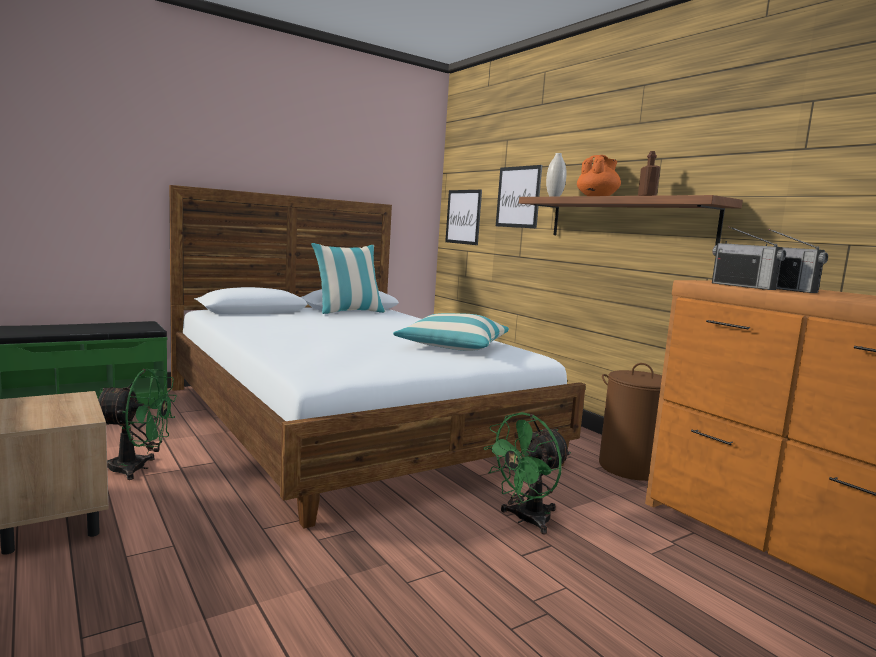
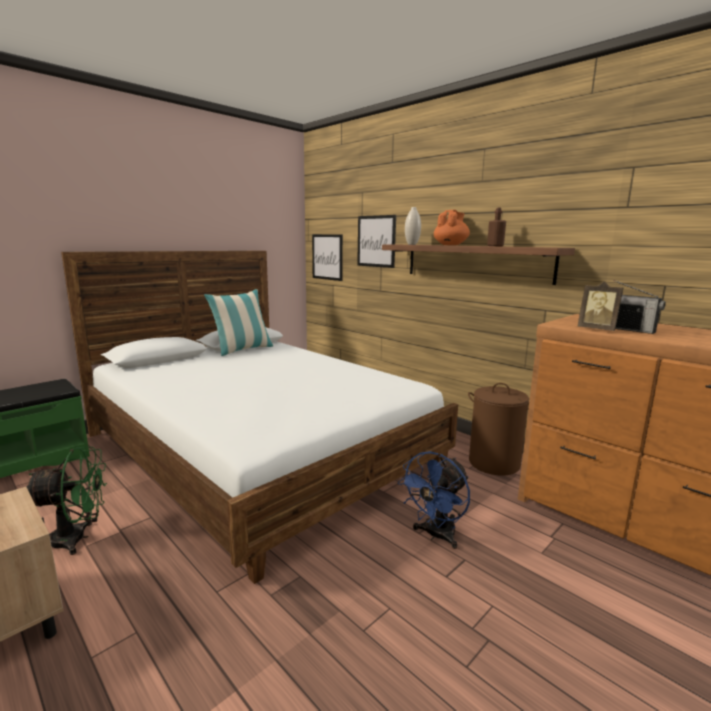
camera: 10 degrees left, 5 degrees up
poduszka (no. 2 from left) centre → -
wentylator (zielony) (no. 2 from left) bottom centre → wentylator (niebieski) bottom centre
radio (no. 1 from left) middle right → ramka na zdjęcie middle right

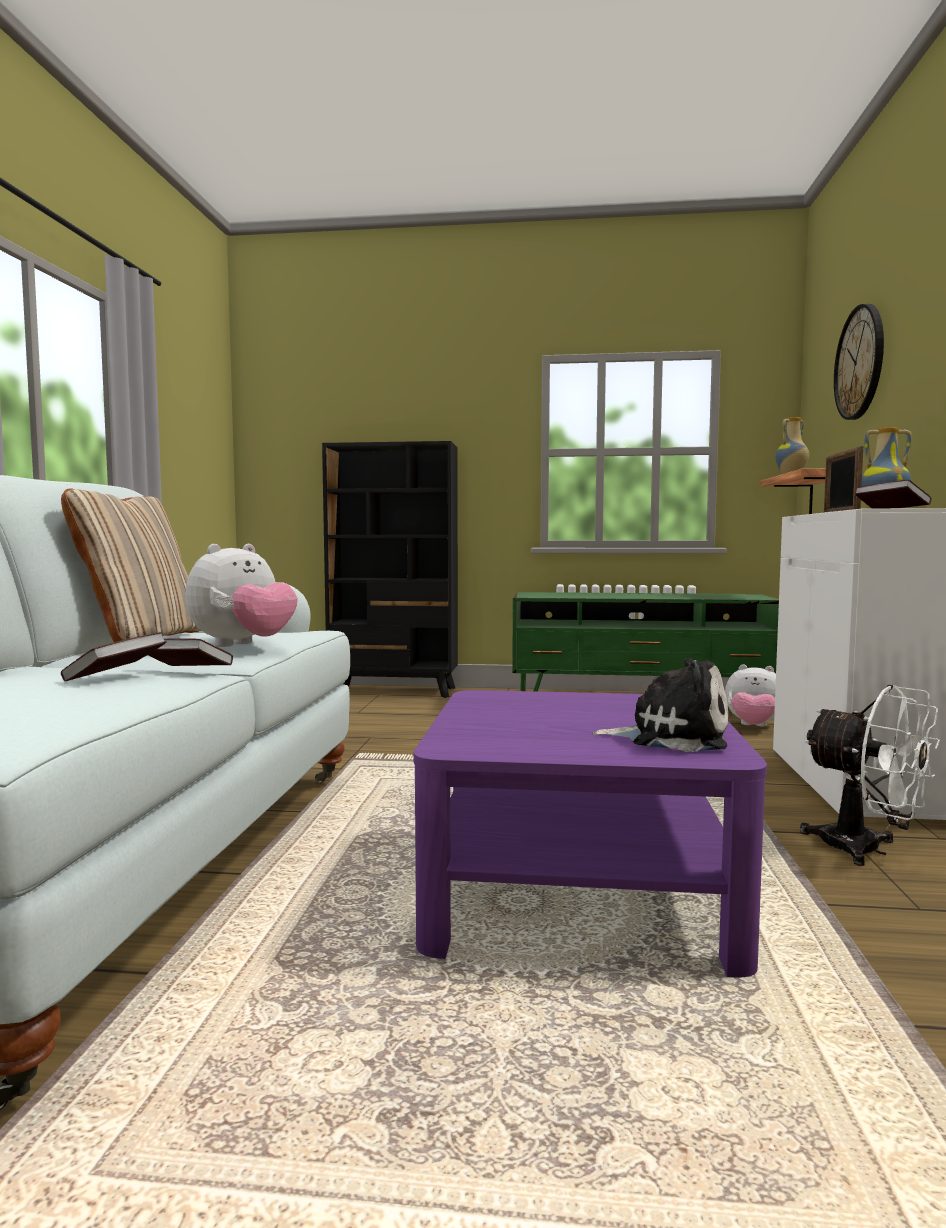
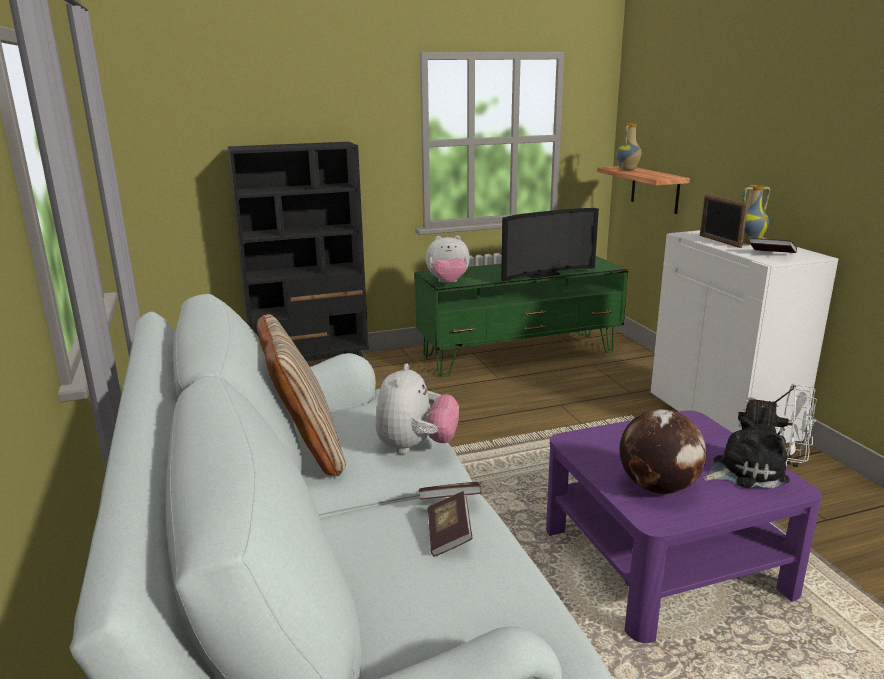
camera: 25 degrees left, 15 degrees up
pluszak (no. 3 from left in the first image) middle right → pluszak (no. 2 from left) centre, relocated
zegar ścienny top right → -
- → telewizor centre
- → globus middle right

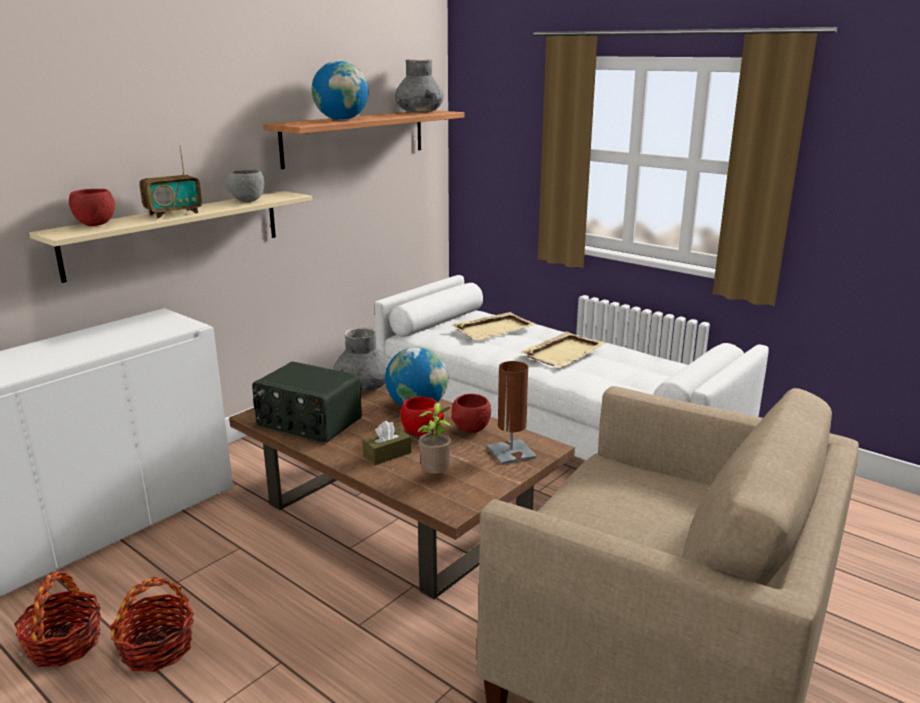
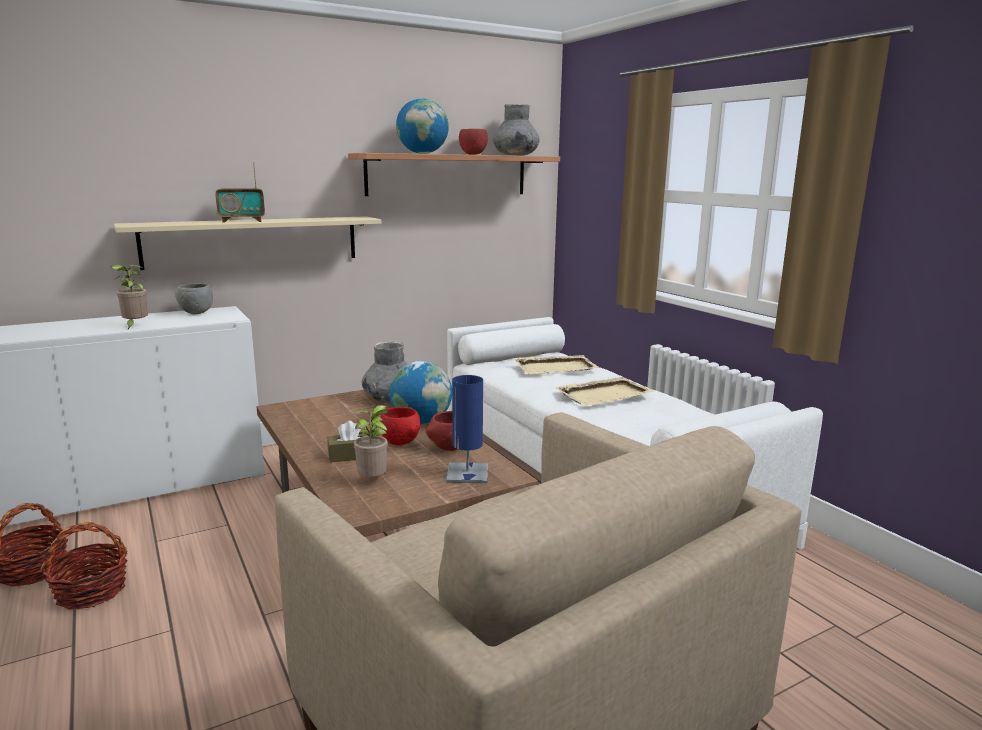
camera: 20 degrees right, 5 degrees down
miska (czerwony) (no. 1 from left in the first image) top left → miska (czerwony) (no. 3 from left) top centre, relocated
miska (szary) top left → miska (szary) middle left, relocated
radio (no. 2 from left) centre → -
lampa stołowa (brązowy) centre → lampa stołowa (niebieski) centre
- → roślina doniczkowa (no. 1 from left) middle left

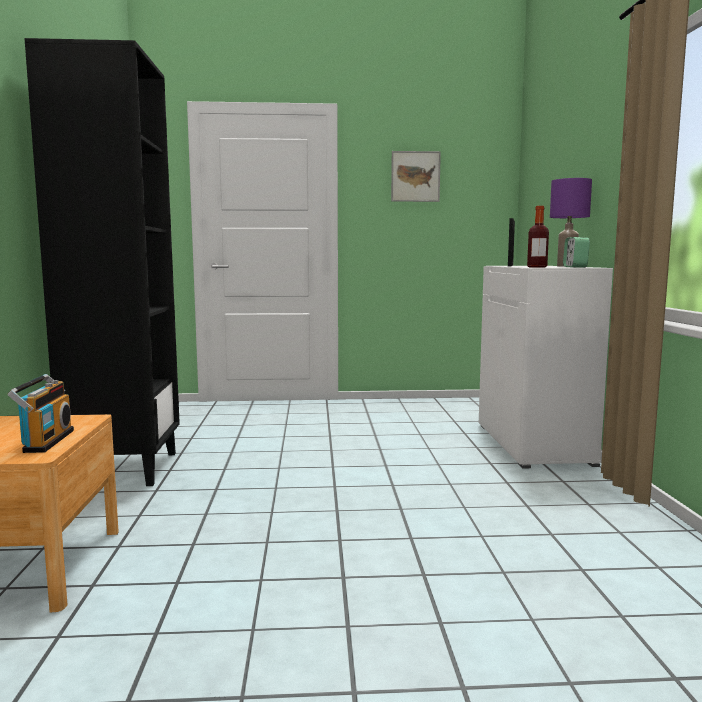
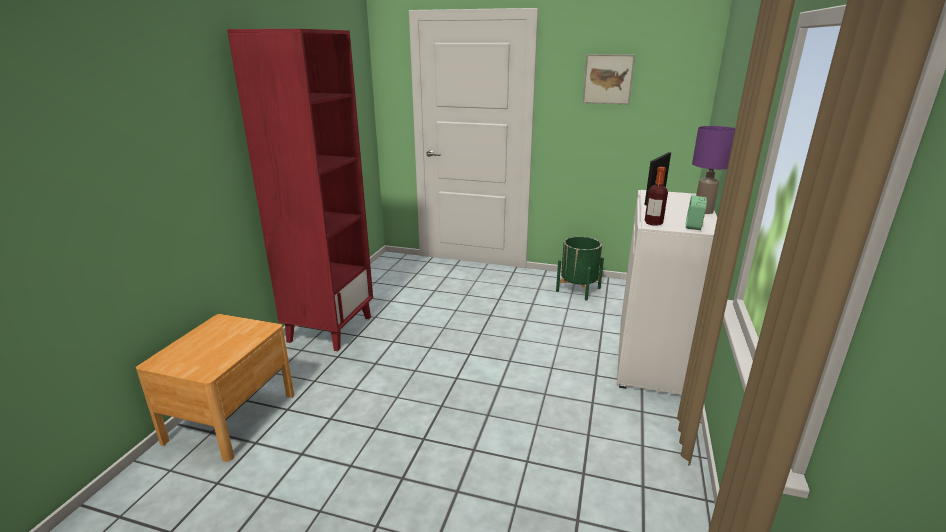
camera: 20 degrees right, 15 degrees up
radio middle left → -
regał (czarny) middle left → regał (czerwony) middle left
- → donica (zielony) centre

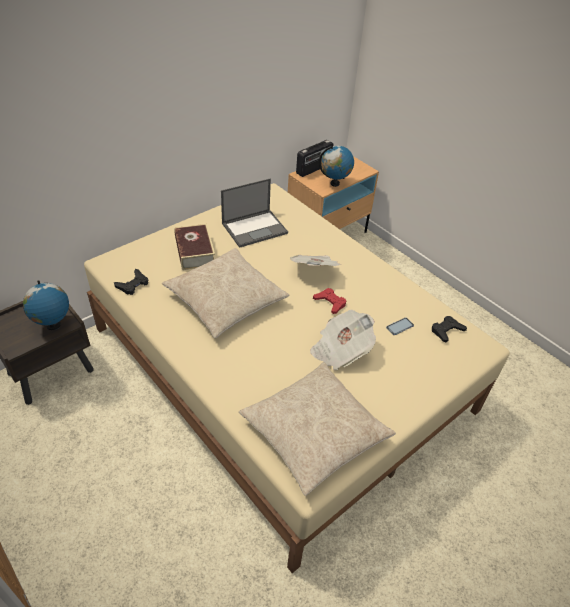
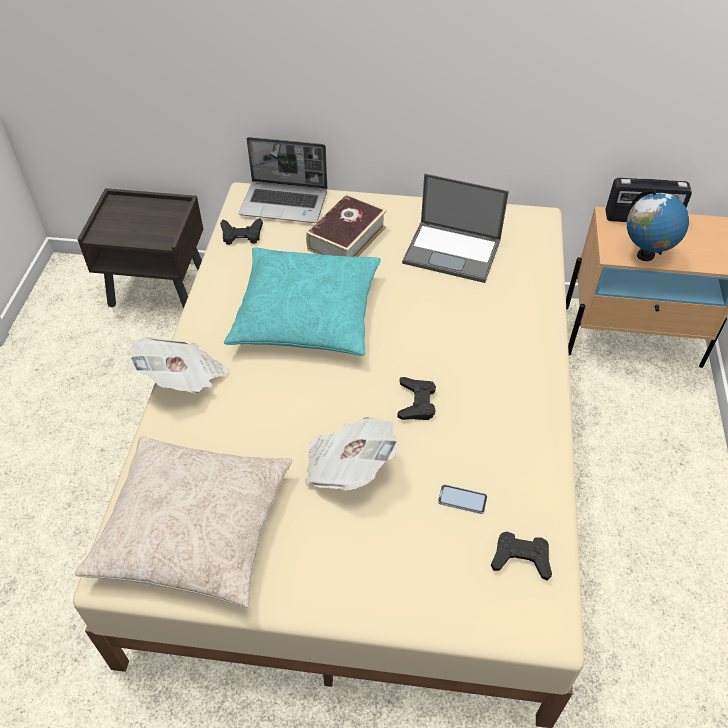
camera: 50 degrees right, 5 degrees up
globus (no. 1 from left) middle left → -
poduszka (beżowy) (no. 1 from left) centre → poduszka (turkusowy) centre
gazeta (no. 1 from left) centre → gazeta (no. 1 from left) middle left, relocated
pad do gier (czerwony) centre → pad do gier (czarny) (no. 2 from left) centre
- → laptop (no. 1 from left) top centre

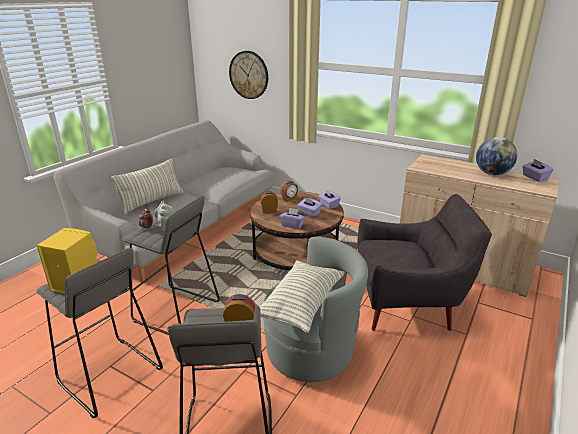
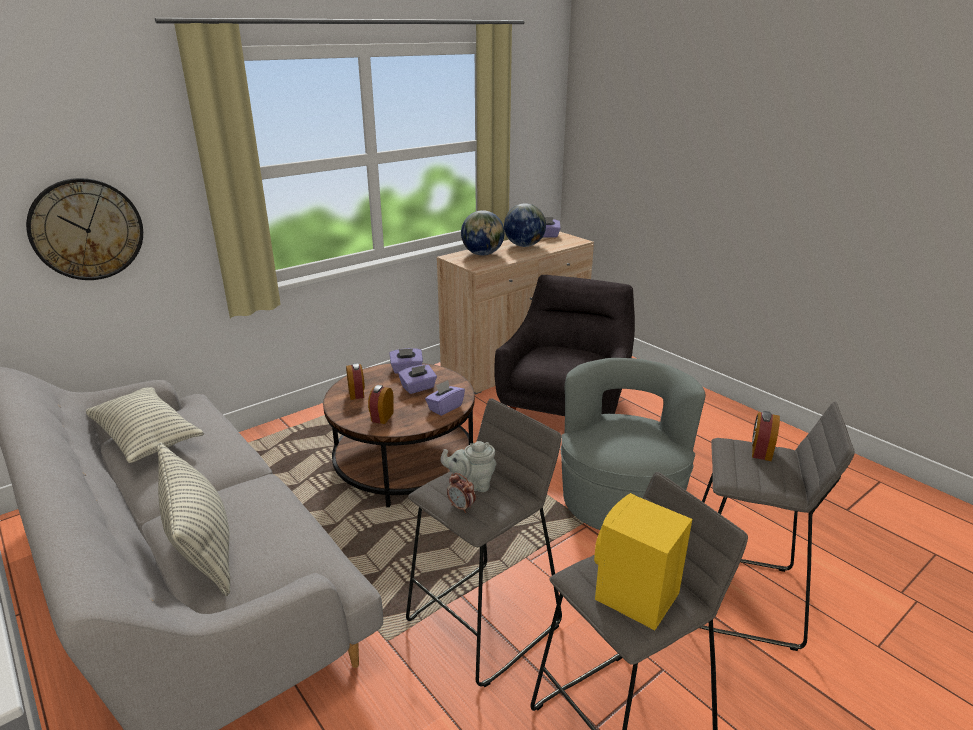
camera: 70 degrees left, 0 degrees up
poduszka (no. 2 from left in the first image) bottom centre → poduszka (no. 1 from left) middle left, relocated
- → globus (no. 1 from left) top centre

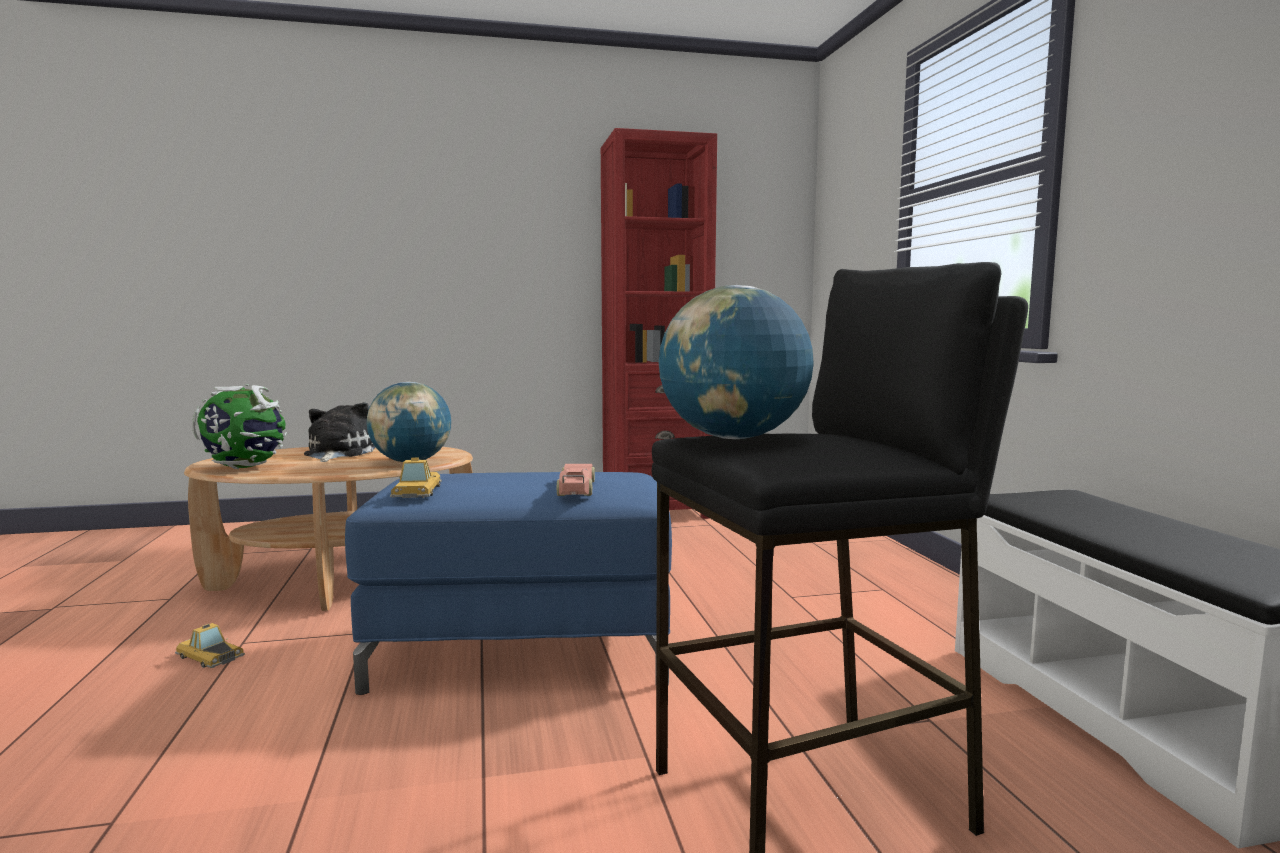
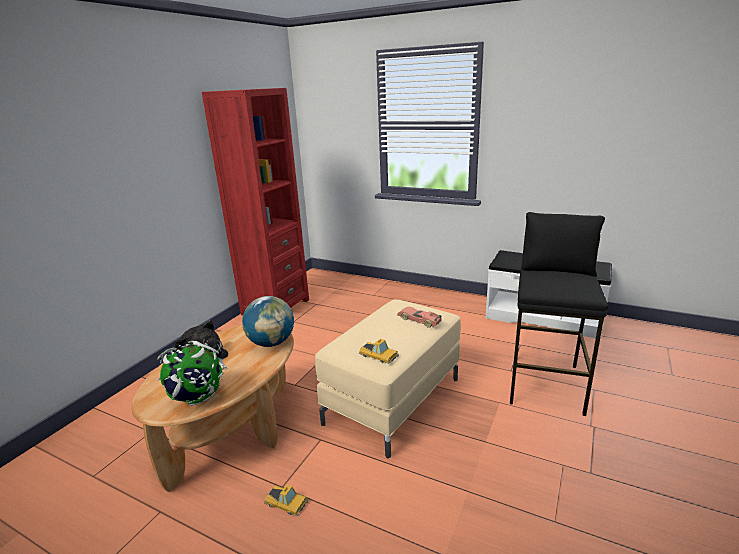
camera: 50 degrees left, 15 degrees up
samochodzik (no. 1 from left) bottom left → samochodzik (no. 1 from left) bottom centre, 135 degrees counterclockwise
pufa (niebieski) bottom centre → pufa (beżowy) bottom centre
globus (no. 3 from left) centre → -

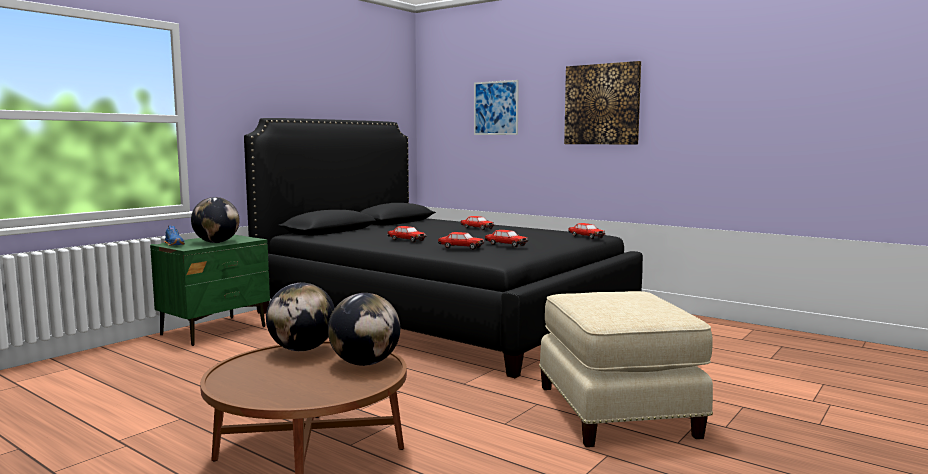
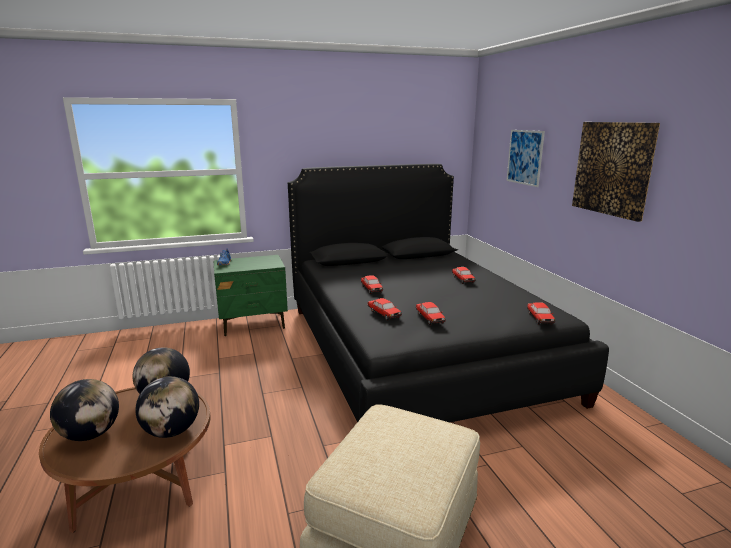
camera: 35 degrees right, 10 degrees up
globus (no. 1 from left) middle left → globus (no. 1 from left) bottom left, relocated

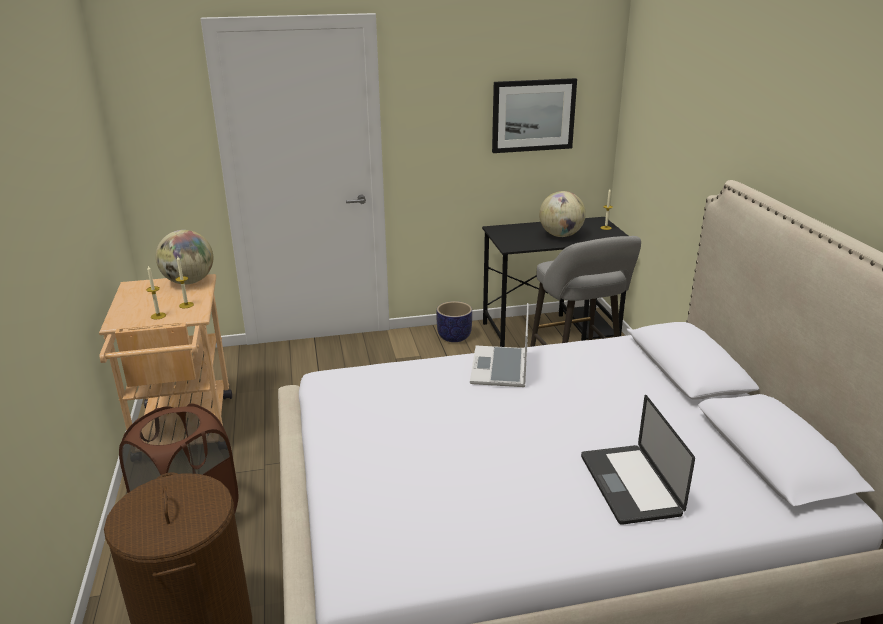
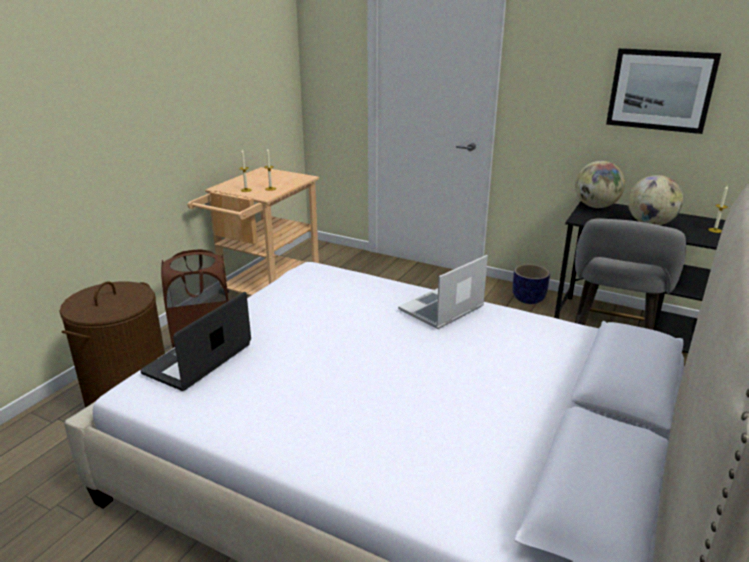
camera: 40 degrees right, 0 degrees up
globus (no. 1 from left) middle left → globus (no. 1 from left) top right, relocated
laptop (no. 2 from left in the first image) bottom right → laptop (no. 1 from left) middle left, relocated

